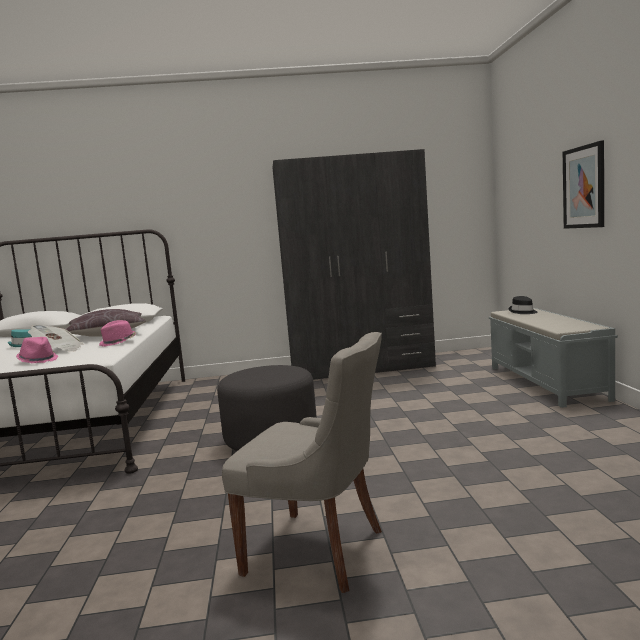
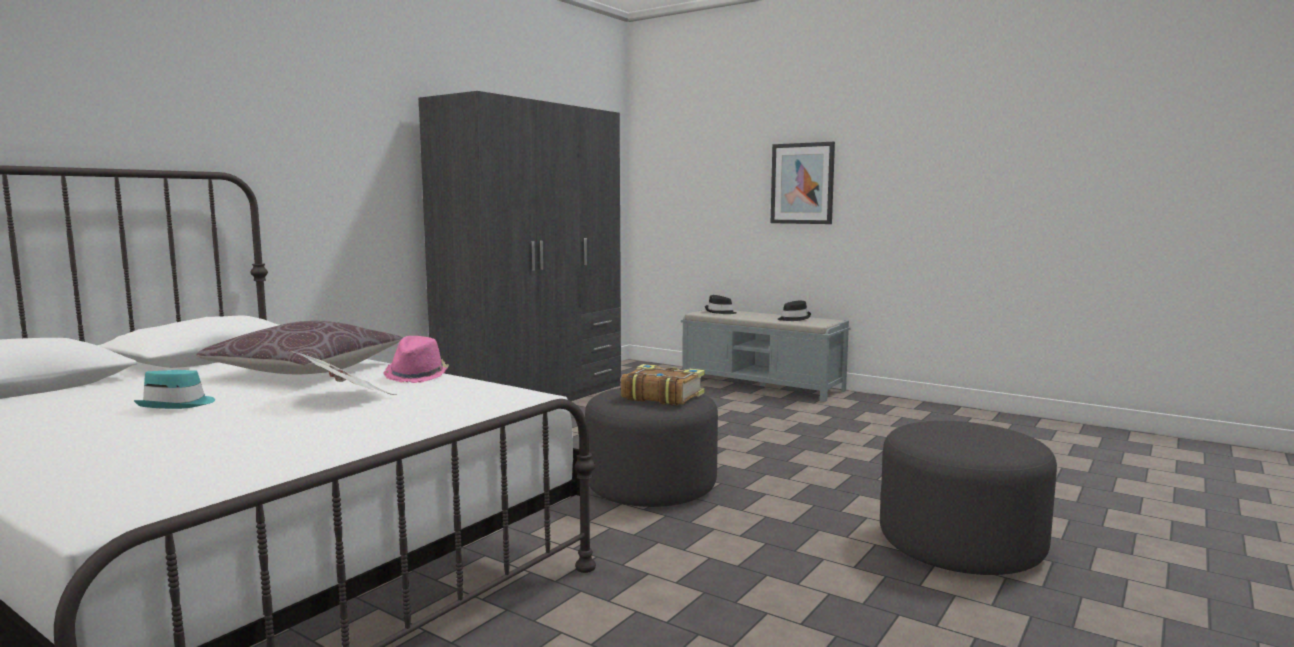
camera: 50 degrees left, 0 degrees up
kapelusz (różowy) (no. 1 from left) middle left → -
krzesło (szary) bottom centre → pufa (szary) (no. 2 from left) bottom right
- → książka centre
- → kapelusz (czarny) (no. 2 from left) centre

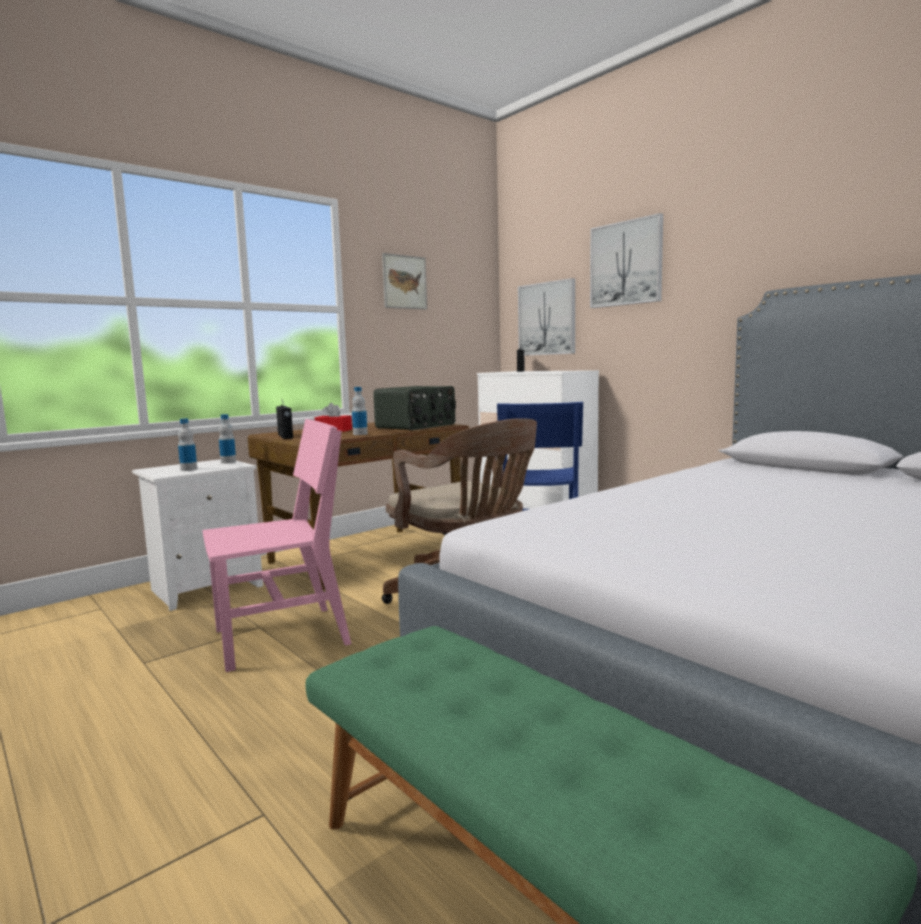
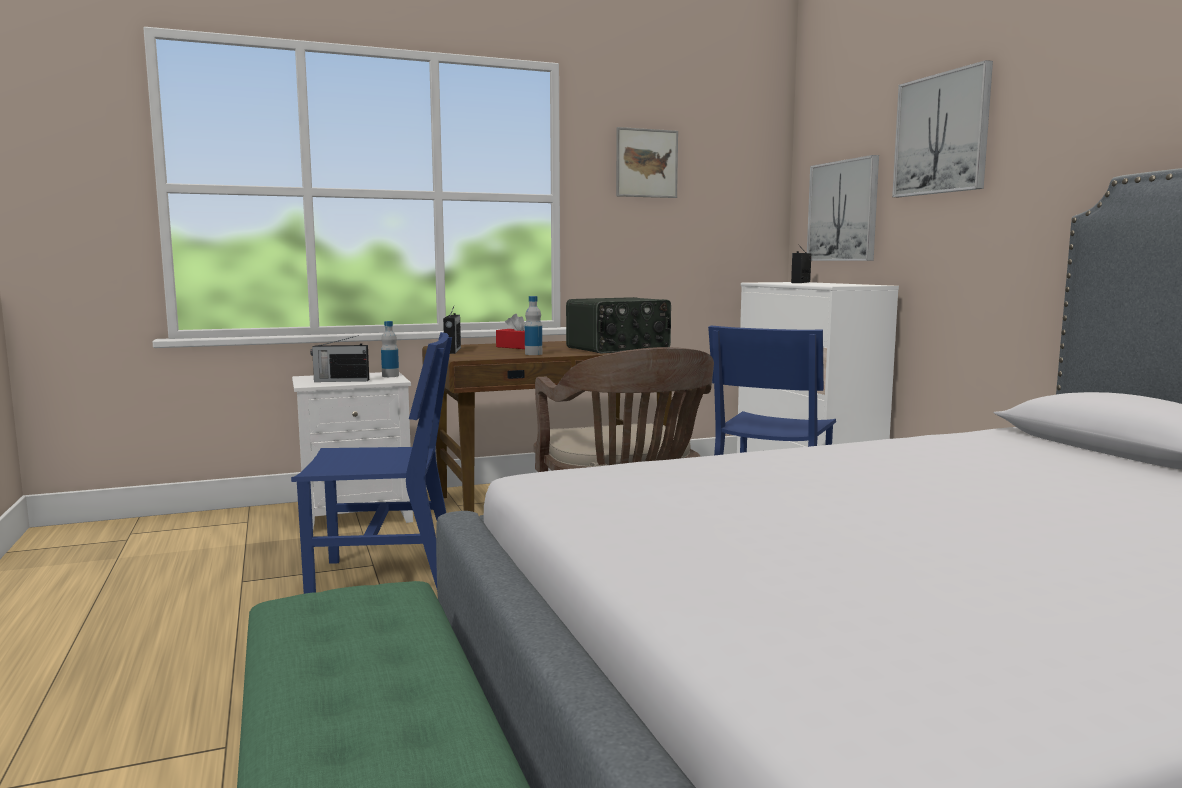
camera: 20 degrees right, 0 degrees up
butelka (no. 1 from left) middle left → radio (no. 1 from left) middle left
krzesło (różowy) middle left → krzesło (niebieski) (no. 1 from left) middle left

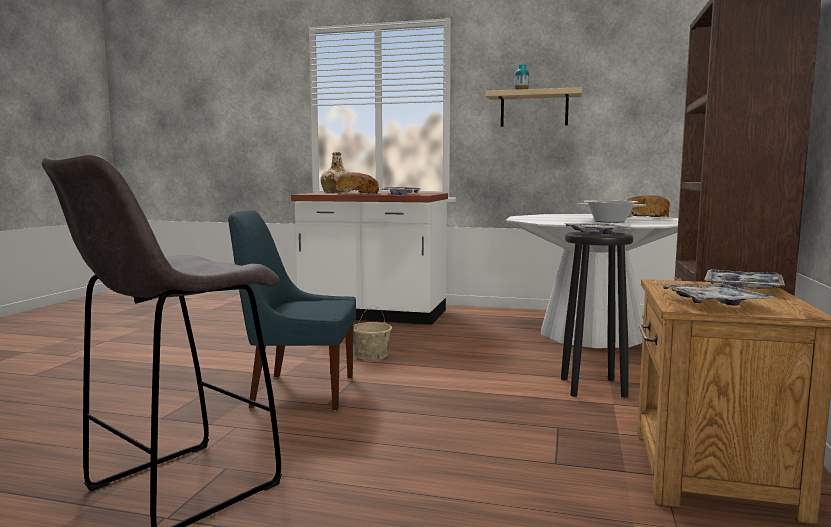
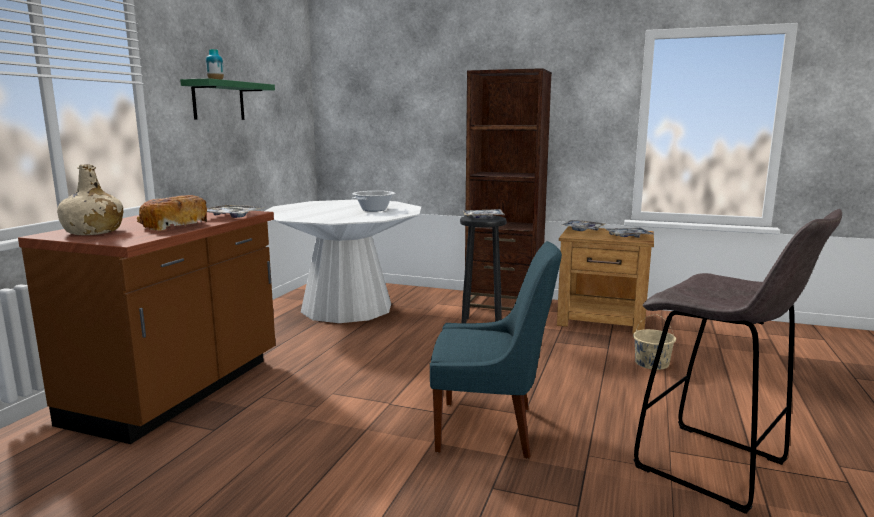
camera: 85 degrees left, 5 degrees up
krzesło (niebieski) centre → krzesło (niebieski) bottom centre, 90 degrees counterclockwise
zabudowa kuchenna (biały) centre → zabudowa kuchenna (brązowy) middle left
wiadro (beżowy) centre → wiadro (beżowy) middle right, relocated
półka (beżowy) top centre → półka (zielony) top left
chleb (no. 2 from left) middle right → -

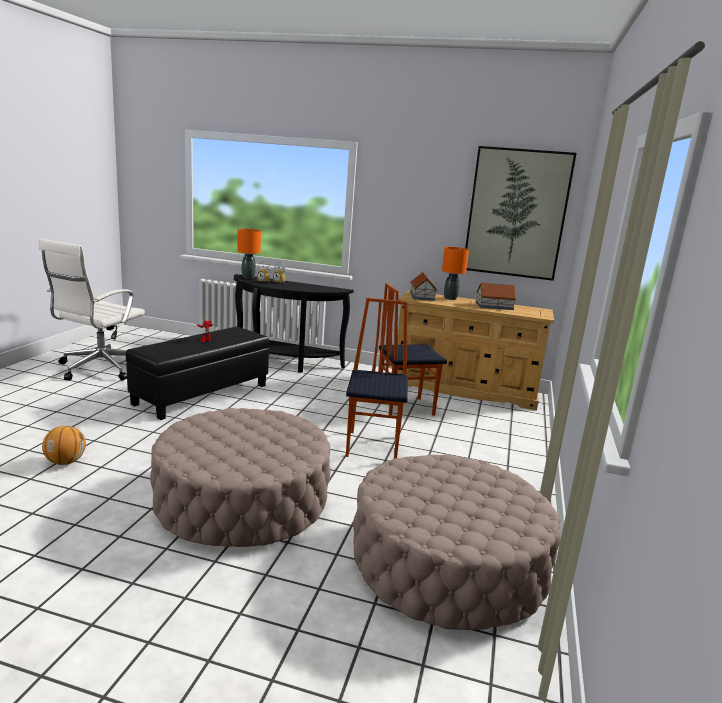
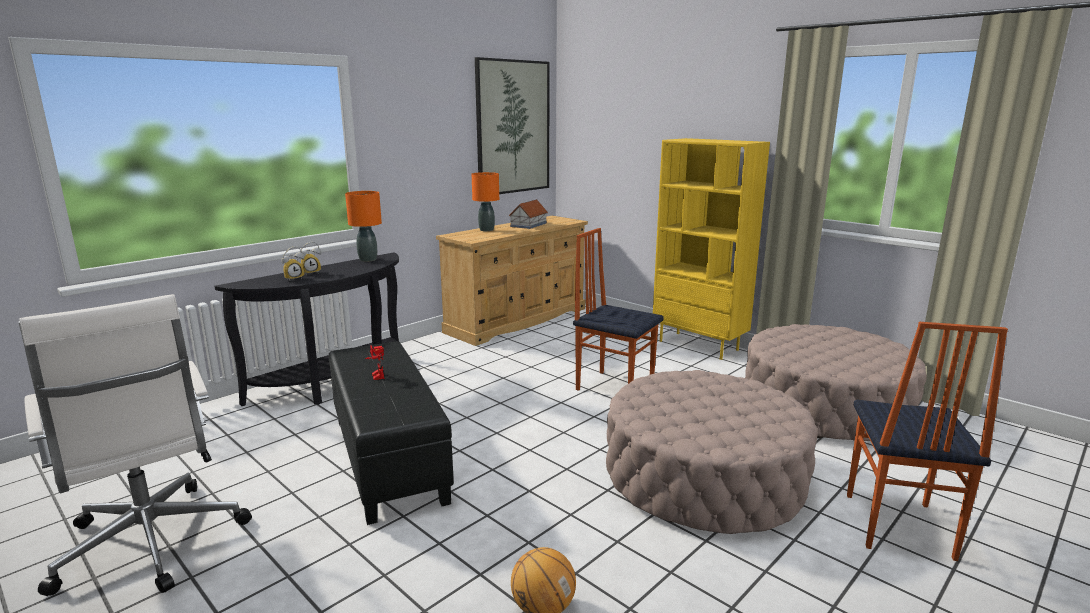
camera: 60 degrees left, 0 degrees up
lampa stołowa (pomarańczowy) (no. 1 from left) centre → lampa stołowa (pomarańczowy) (no. 1 from left) middle left, relocated
krzesło (no. 2 from left) centre → krzesło (no. 2 from left) bottom right, relocated
domek (no. 1 from left) centre → -
- → regał (żółty) centre

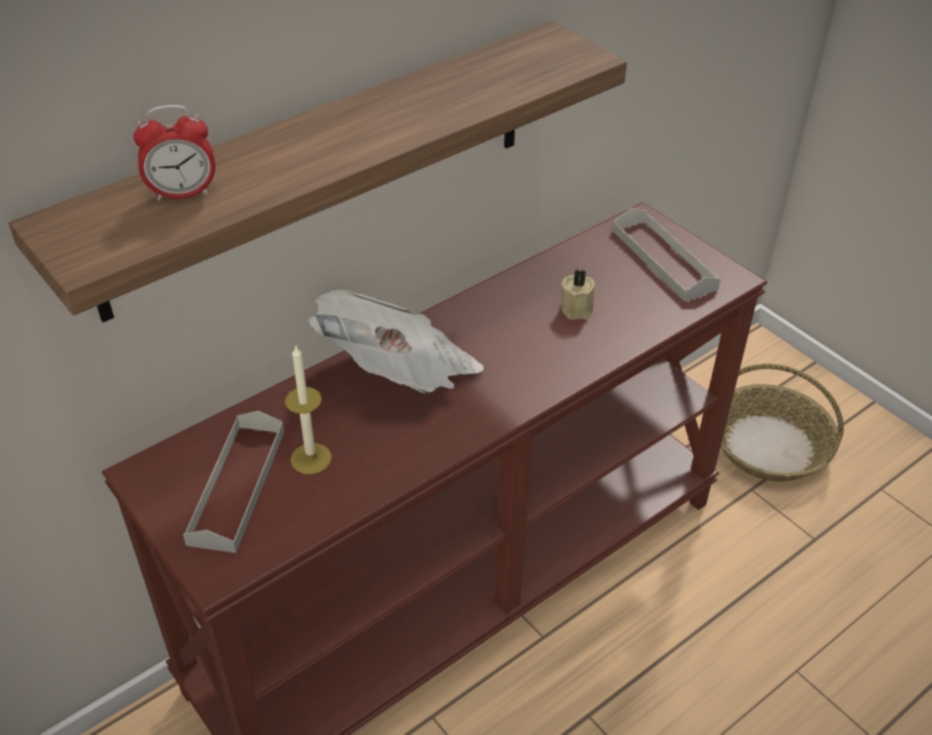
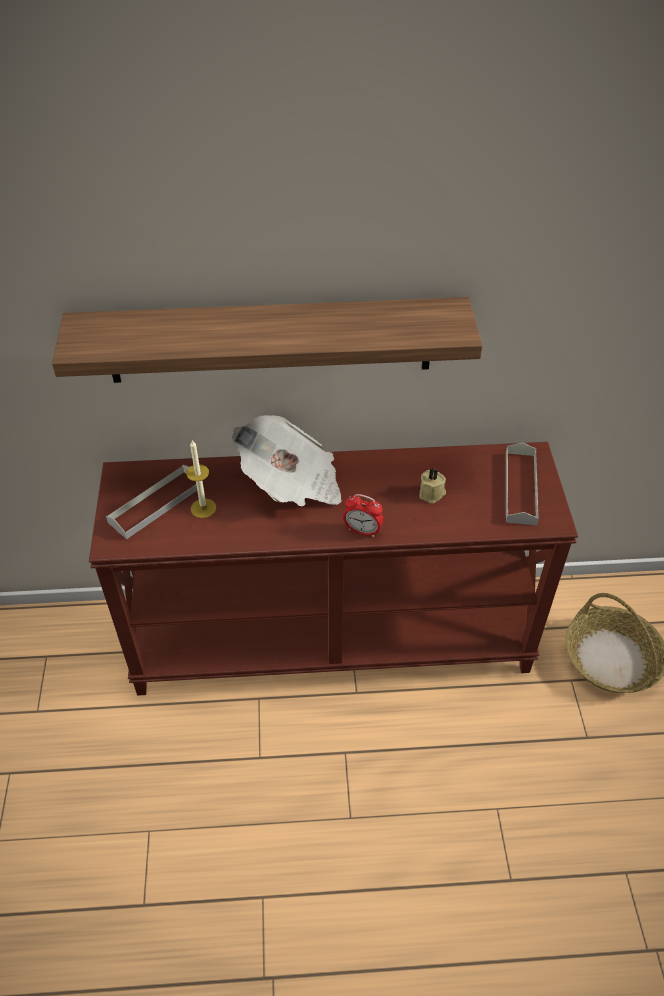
camera: 35 degrees right, 5 degrees up
budzik top left → budzik centre, relocated

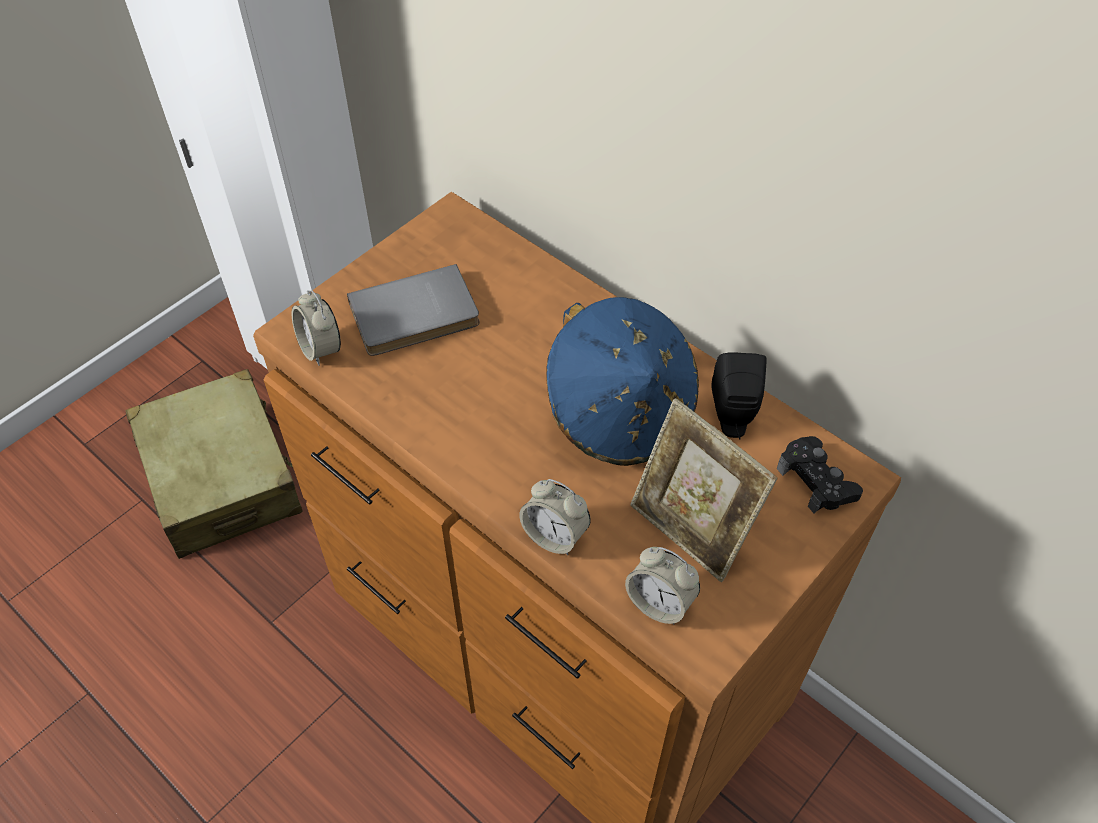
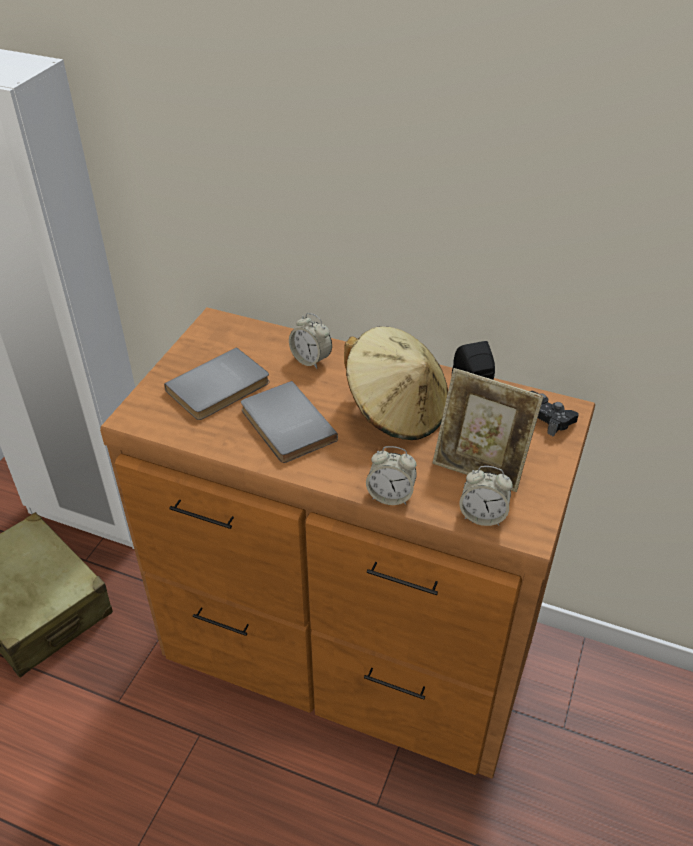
camera: 20 degrees left, 10 degrees down
budzik (no. 1 from left) middle left → budzik (no. 1 from left) centre, relocated
kapelusz (niebieski) centre → kapelusz (beżowy) centre
- → książka (szary) (no. 2 from left) centre

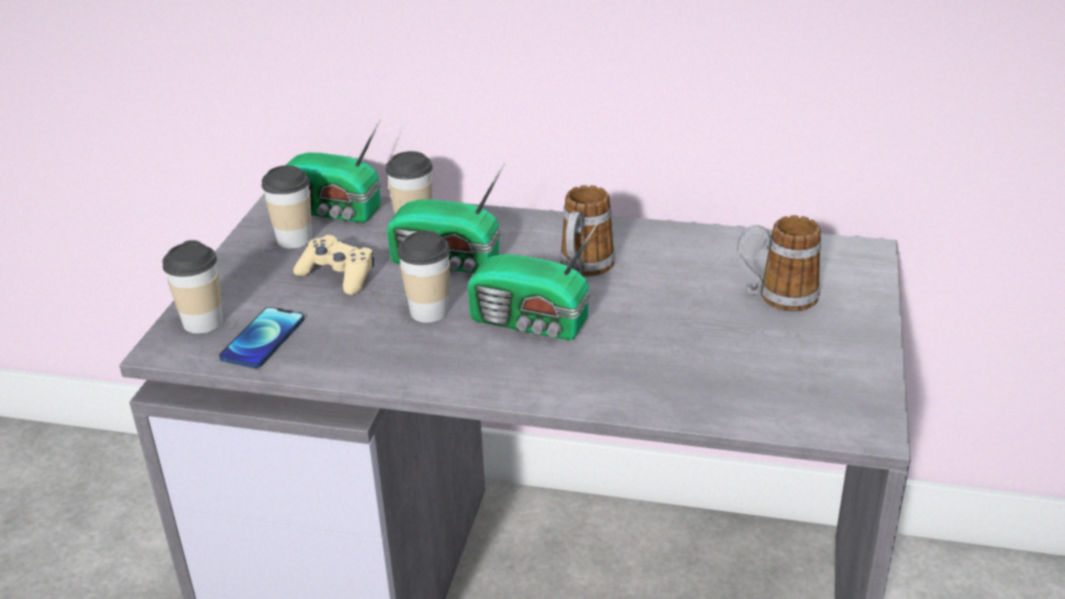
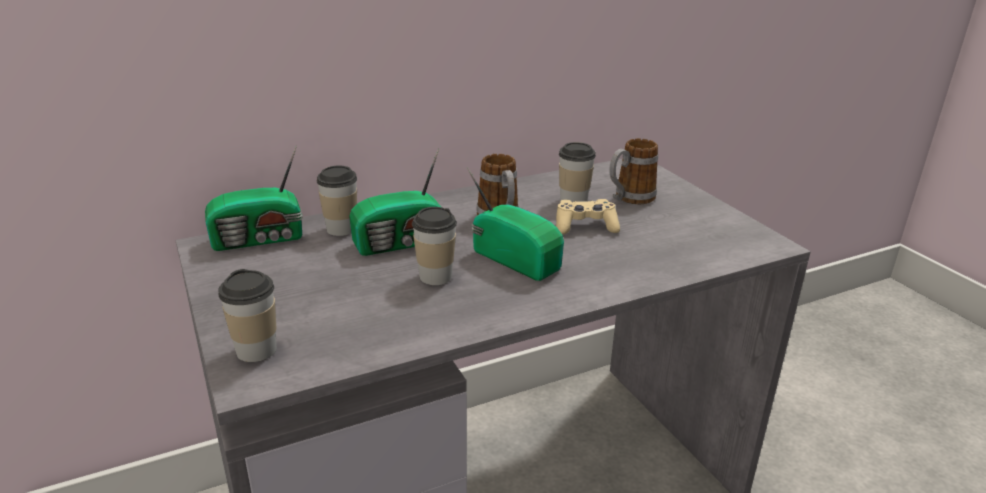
camera: 40 degrees left, 5 degrees down
telefon middle left → -
filiżanka (no. 2 from left in the first image) middle left → filiżanka (no. 4 from left) centre, relocated
pad do gier (beżowy) middle left → pad do gier (beżowy) centre, relocated
radio (no. 3 from left) centre, 120 degrees counterclockwise

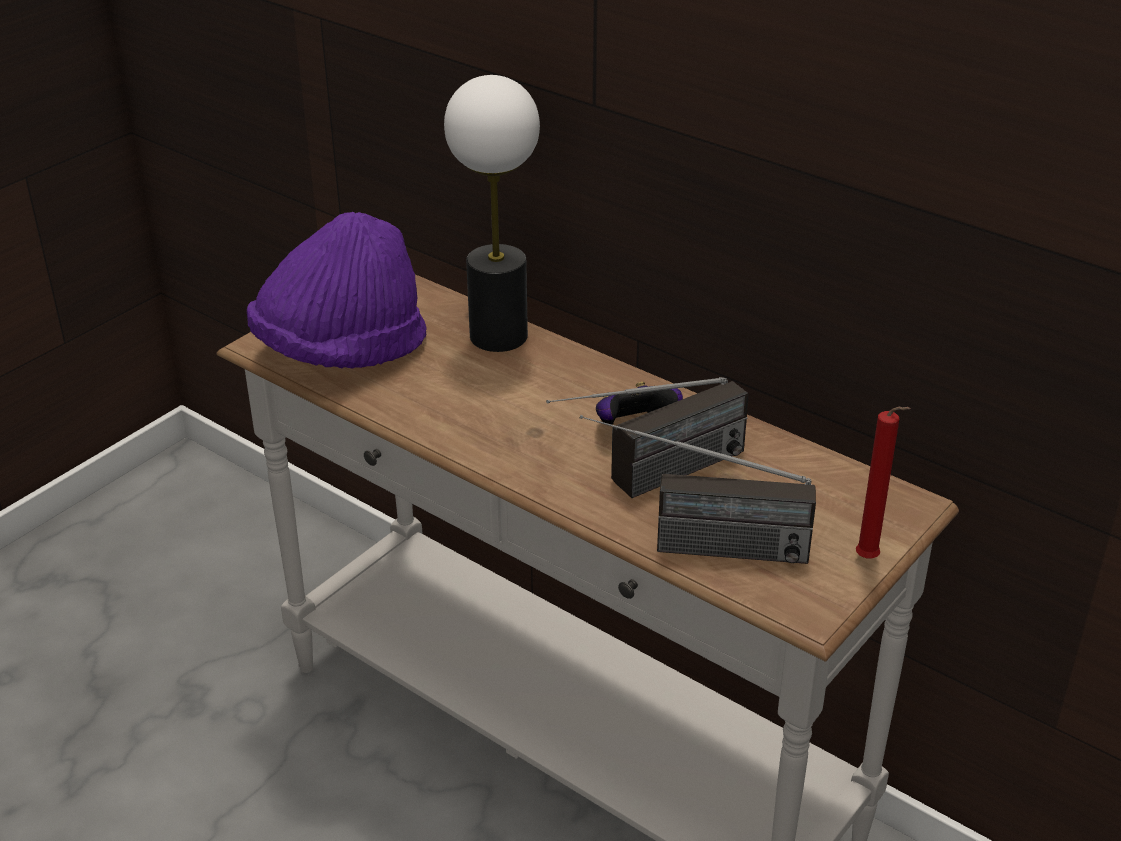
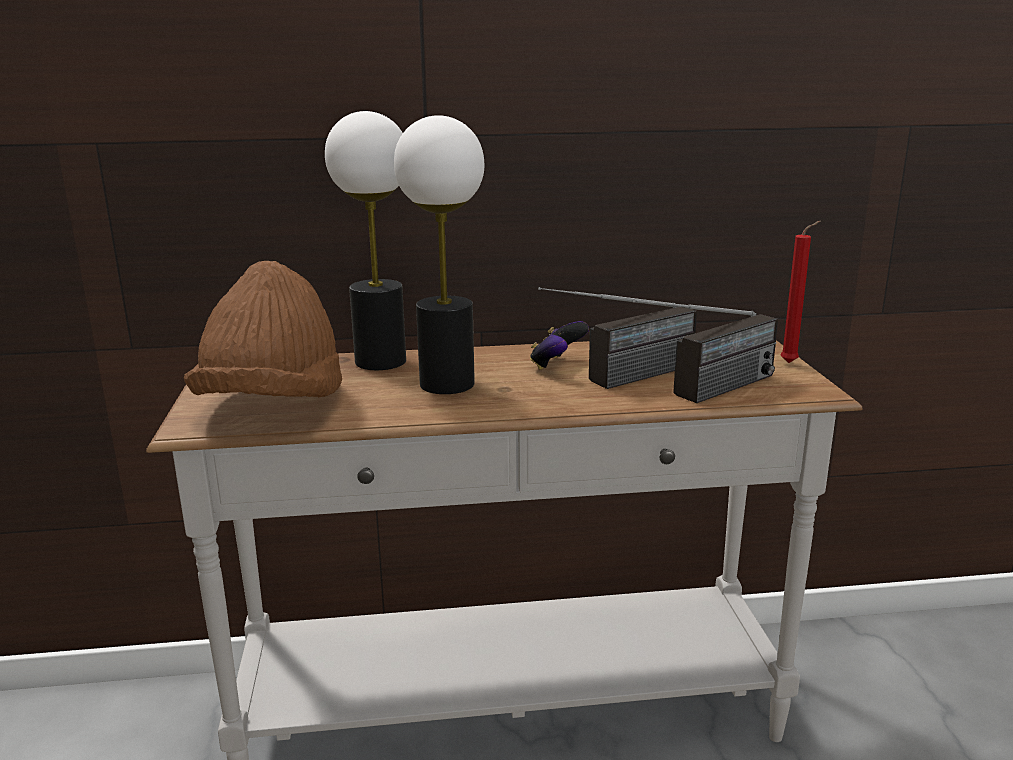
camera: 45 degrees left, 15 degrees down
kapelusz (fioletowy) middle left → kapelusz (brązowy) middle left
radio (no. 1 from left) centre, 45 degrees clockwise
- → lampa stołowa (no. 2 from left) centre

